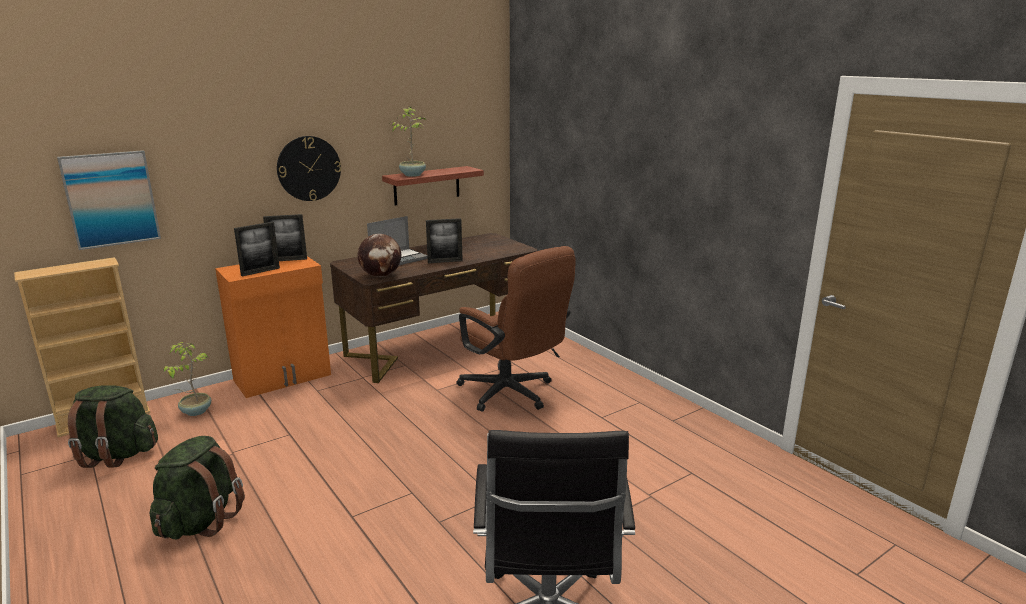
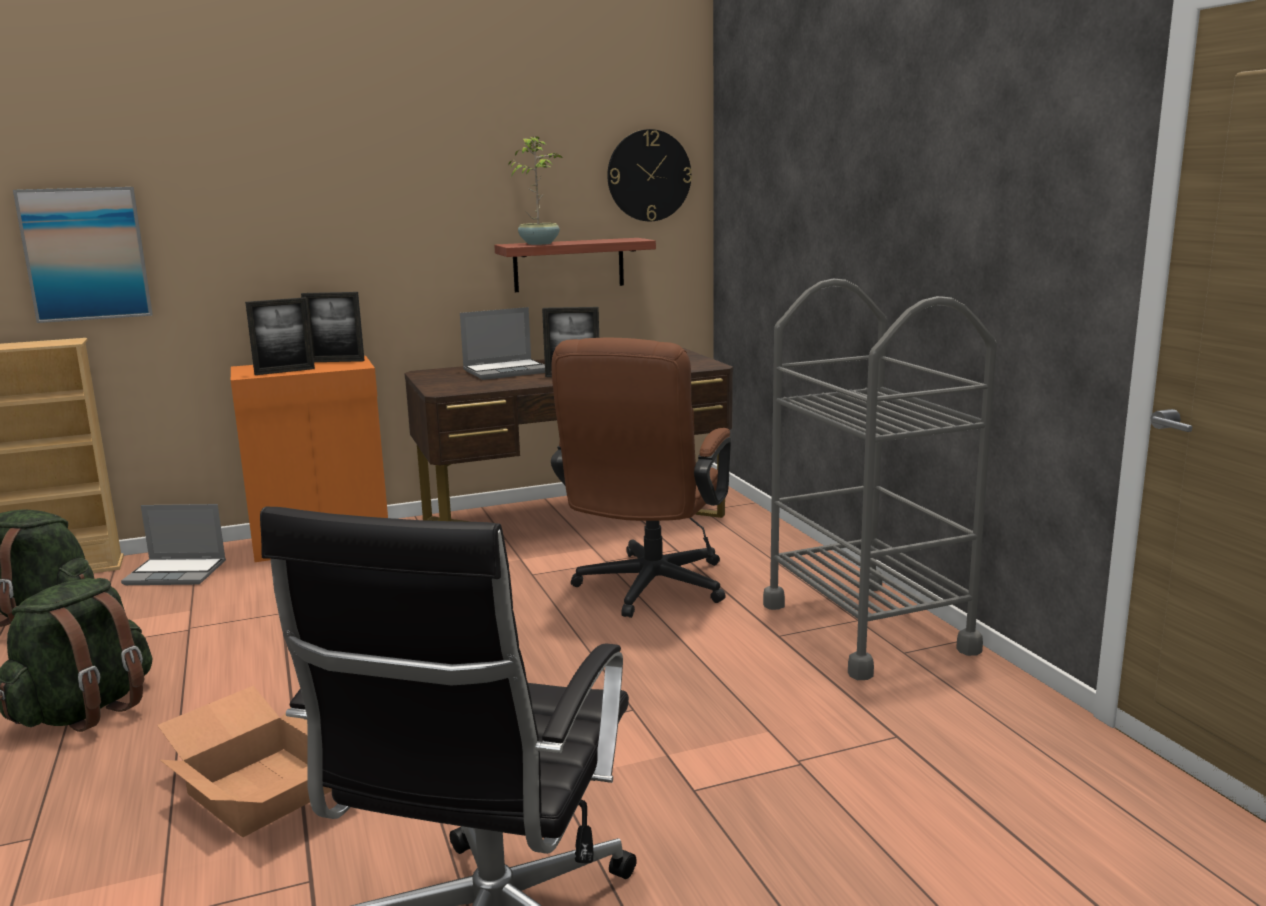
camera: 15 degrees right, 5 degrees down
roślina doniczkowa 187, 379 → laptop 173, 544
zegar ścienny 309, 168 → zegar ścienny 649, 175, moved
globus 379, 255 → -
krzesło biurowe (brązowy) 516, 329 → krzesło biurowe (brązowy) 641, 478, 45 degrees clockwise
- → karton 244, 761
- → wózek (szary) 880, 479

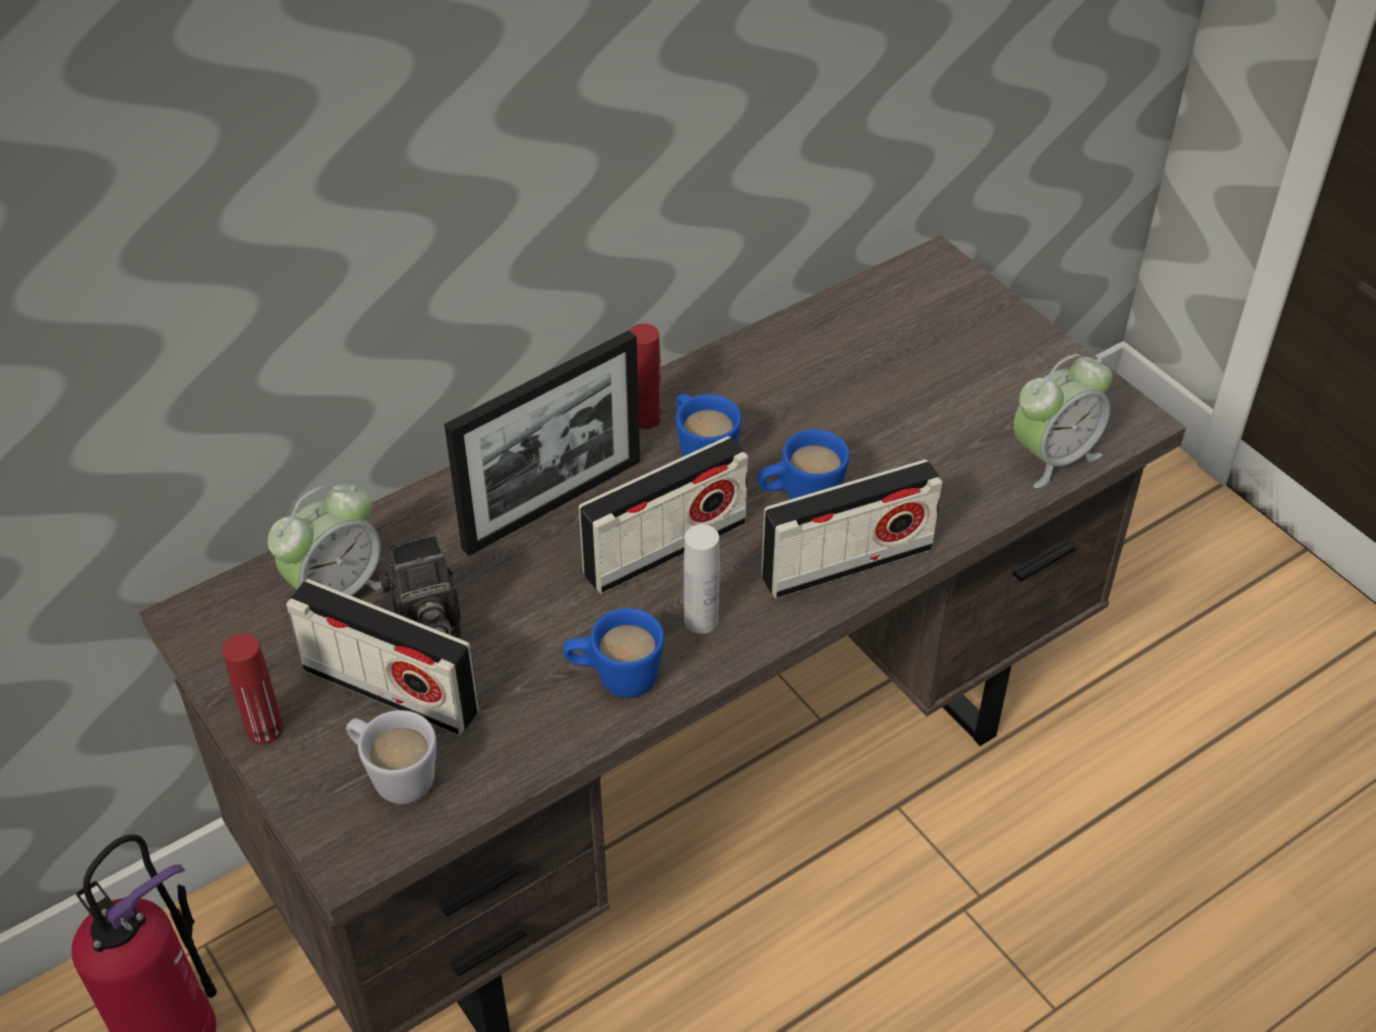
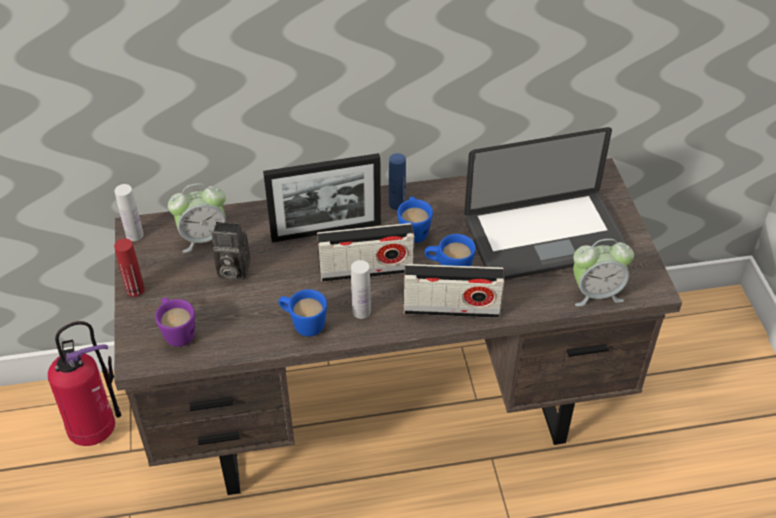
camera: 25 degrees right, 0 degrees up
radio 382, 657 → -
kubek (biały) 391, 757 → kubek (fioletowy) 175, 322
butelka (czerwony) 645, 376 → butelka (niebieski) 397, 181
- → butelka (biały) 129, 212
- → laptop 546, 203

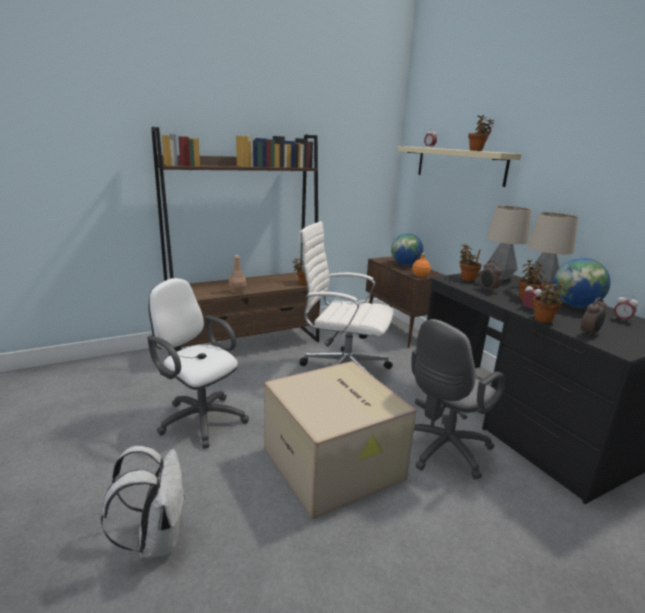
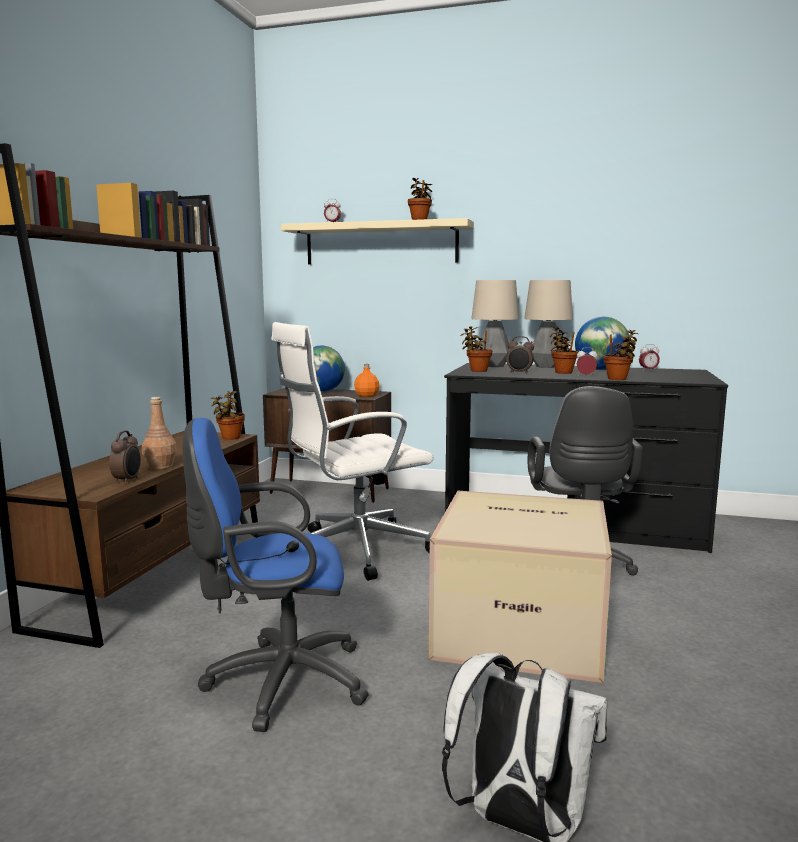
camera: 45 degrees left, 10 degrees down
krzesło biurowe (biały) 198, 363 → krzesło biurowe (niebieski) 275, 575
budzik 594, 317 → budzik 125, 457, moved

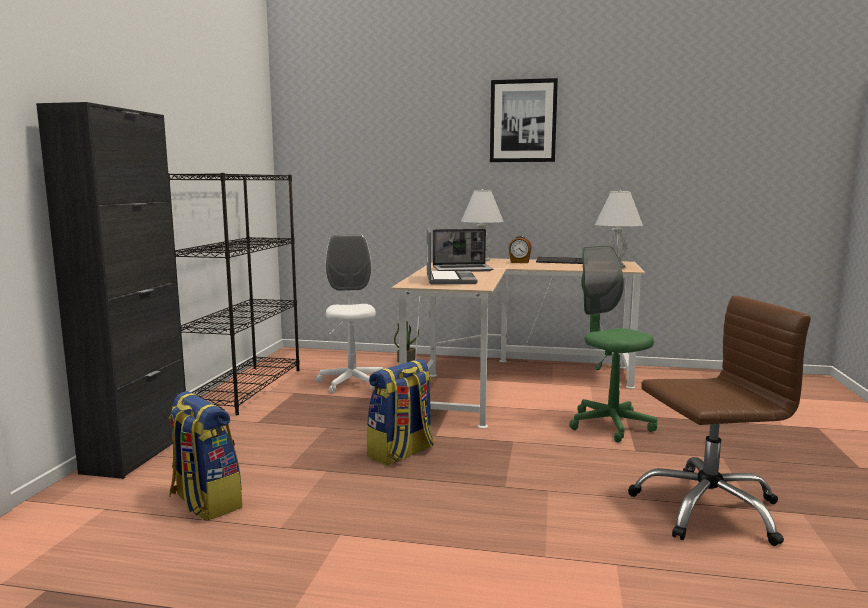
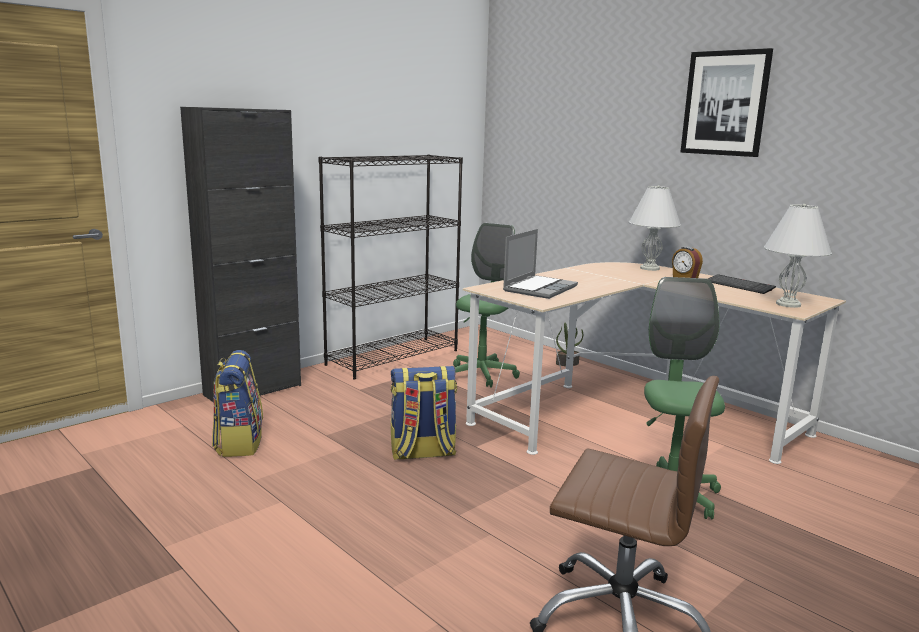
camera: 35 degrees right, 5 degrees up
krzesło biurowe (biały) 349, 314 → krzesło biurowe (zielony) 486, 305
laptop 463, 250 → -

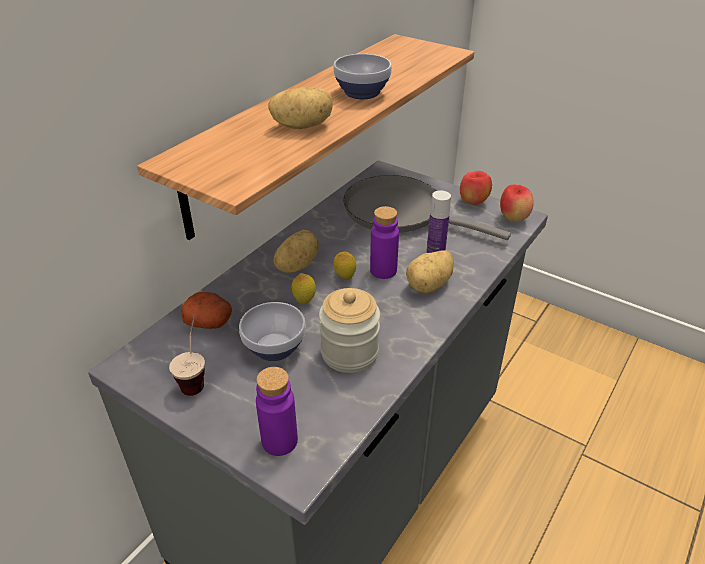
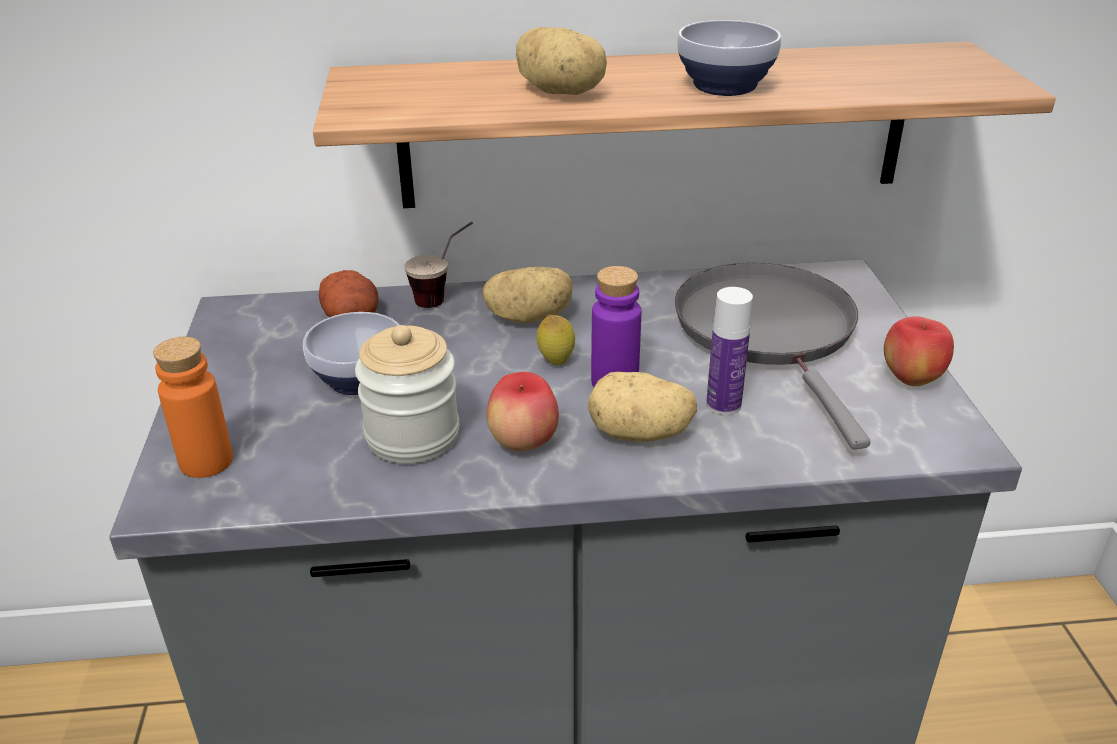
camera: 50 degrees right, 5 degrees down
filiżanka 187, 356 → filiżanka 439, 265, moved
butelka (fioletowy) 277, 411 → butelka (pomarańczowy) 193, 407
cytryna 303, 289 → -
jabłko 517, 203 → jabłko 523, 411, moved

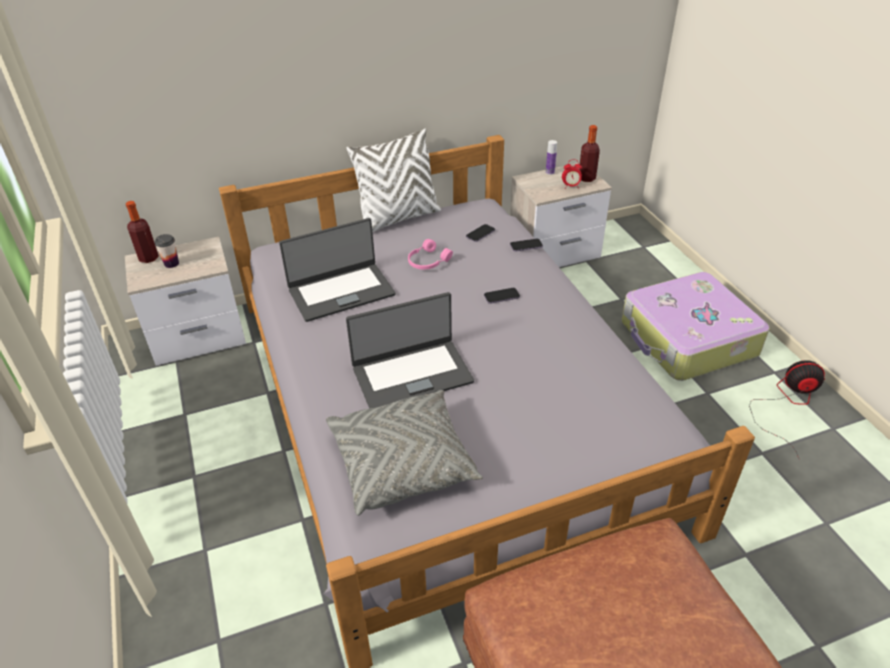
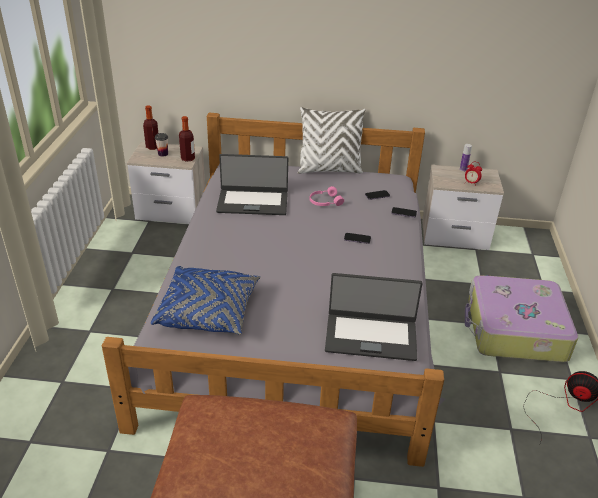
camera: 25 degrees right, 5 degrees down
poduszka (szary) 404, 453 → poduszka (niebieski) 206, 300
laptop 410, 350 → laptop 374, 317, moved
butelka 589, 153 → butelka 187, 139, moved

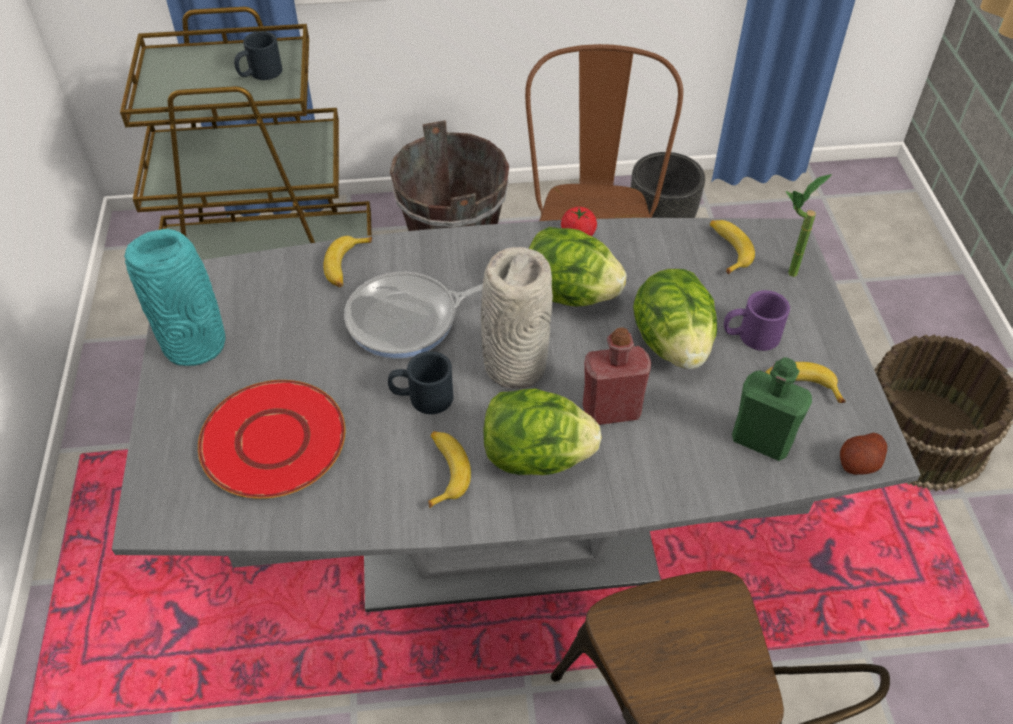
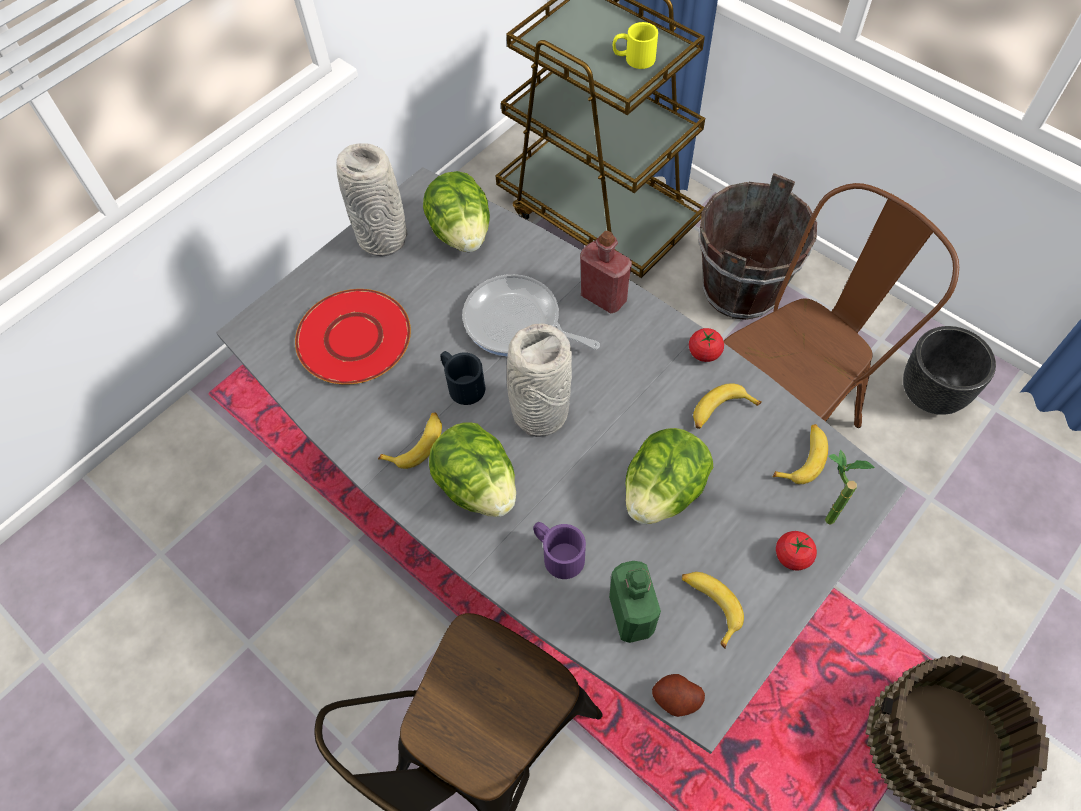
camera: 50 degrees right, 10 degrees up
wazon (turkusowy) 175, 297 → wazon (szary) 371, 200
kubek (czarny) 258, 55 → kubek (żółty) 635, 45
banan 347, 261 → banan 727, 406, moved
sałata 578, 267 → sałata 456, 211, moved
butelka (czerwony) 617, 376 → butelka (czerwony) 606, 272, moved
kubek (fioletowy) 757, 320 → kubek (fioletowy) 559, 550, moved
- → pomidor 796, 551

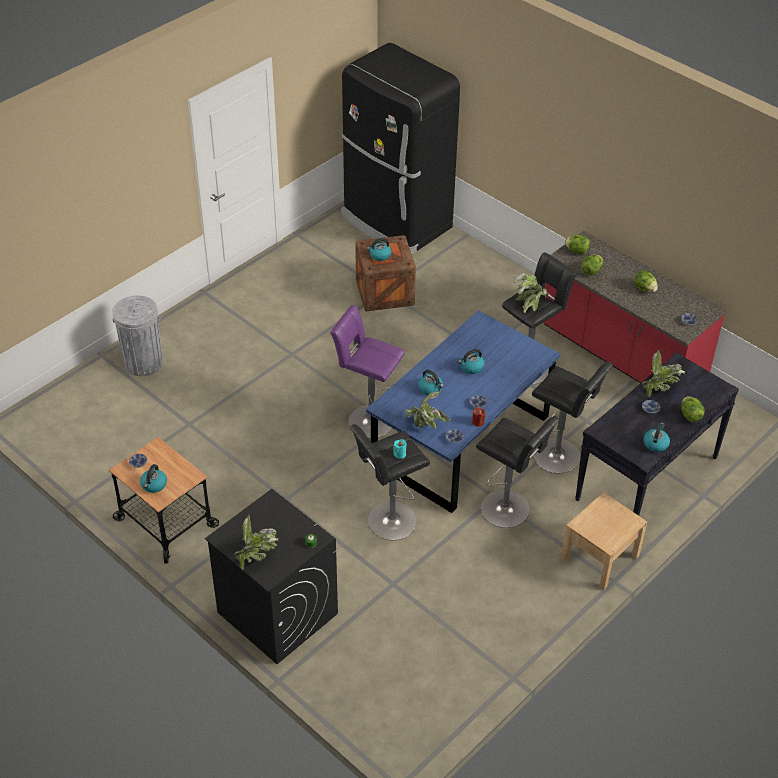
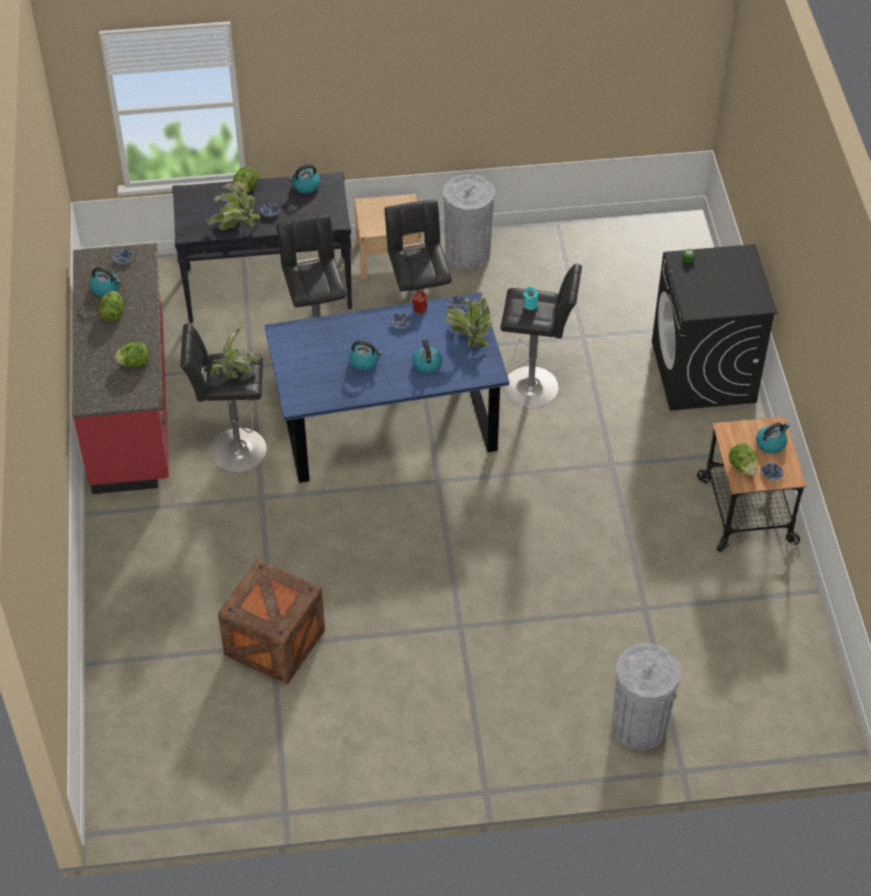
camera: 140 degrees left, 5 degrees up
roślina doniczkowa 256, 542 → -
stołek (fioletowy) 367, 372 → -
lodówka (czarny) 400, 148 → -
czajnik 379, 249 → czajnik 105, 282, moved
sałata 577, 244 → sałata 743, 459, moved
- → kosz na śmieci (szary) 469, 222

